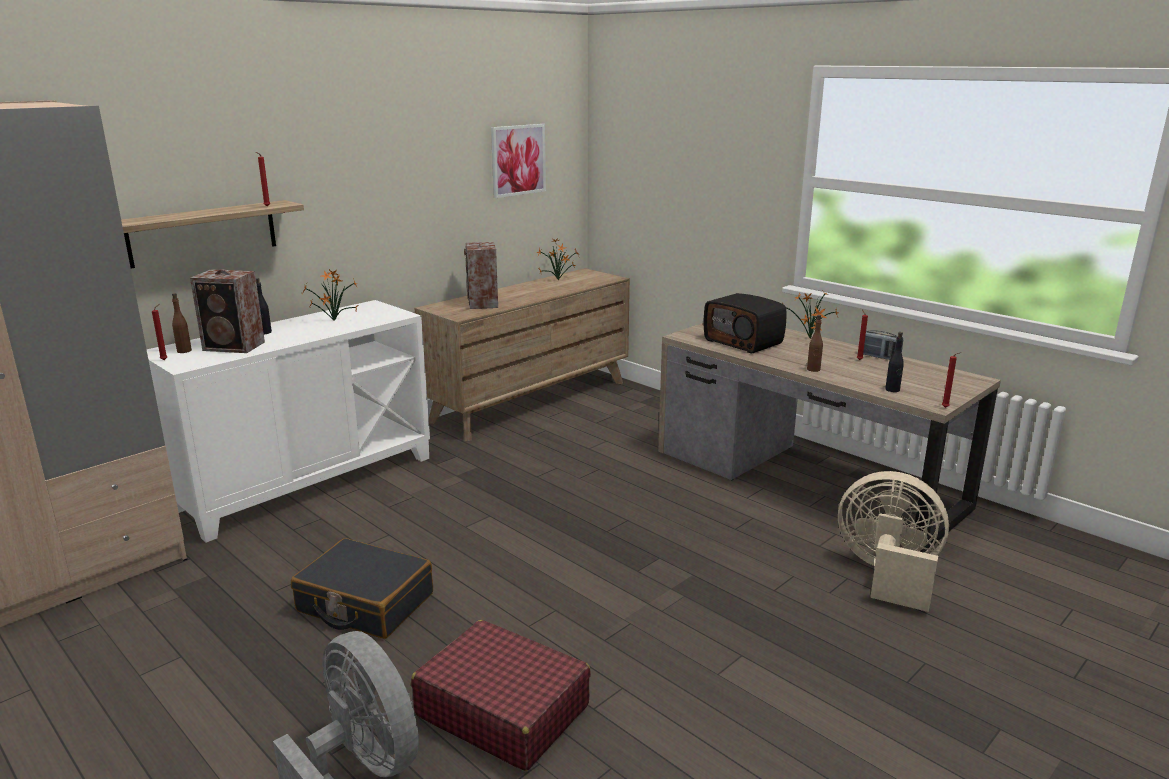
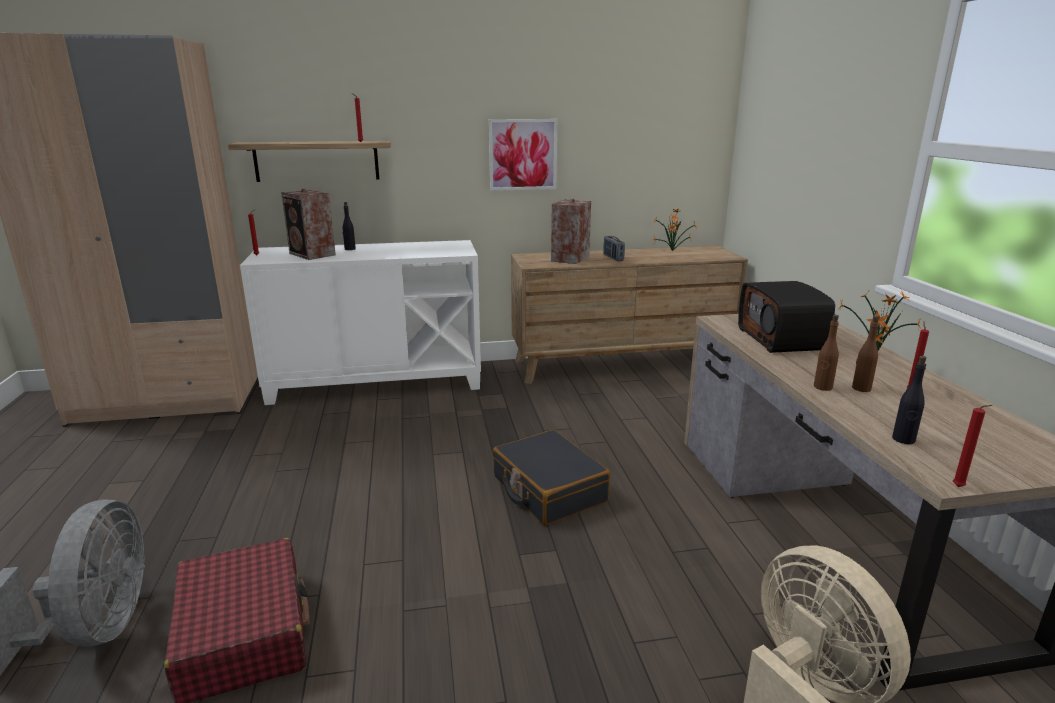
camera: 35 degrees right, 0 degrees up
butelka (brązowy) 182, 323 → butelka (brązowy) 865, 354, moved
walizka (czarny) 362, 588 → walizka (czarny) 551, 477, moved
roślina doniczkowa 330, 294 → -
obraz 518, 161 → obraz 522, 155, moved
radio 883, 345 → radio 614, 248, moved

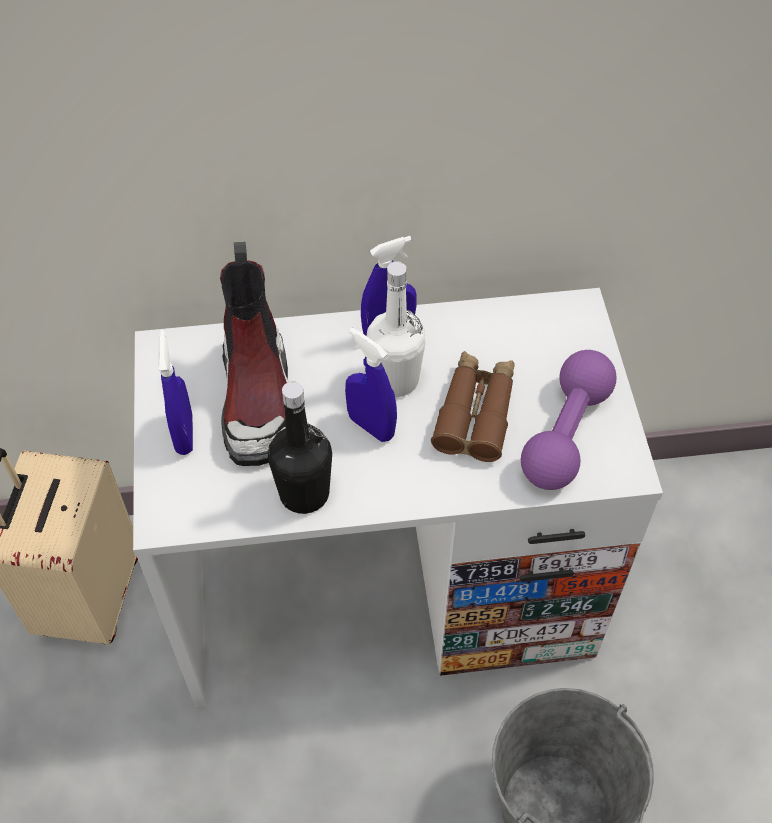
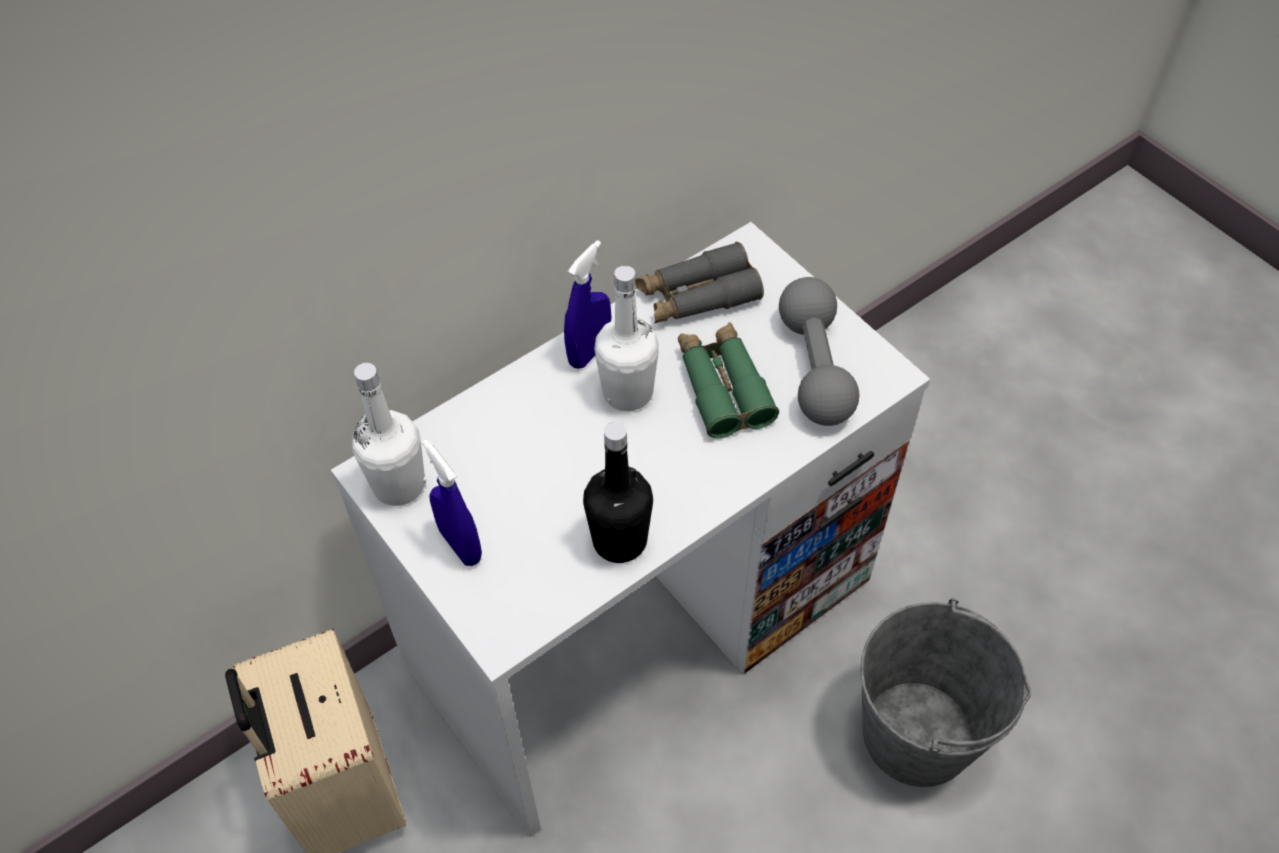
camera: 30 degrees left, 0 degrees up
but z cholewką 254, 353 → -
spryskiwacz (niebieski) 371, 385 → -
lornetka (brązowy) 473, 406 → lornetka (zielony) 728, 380
hantel (fioletowy) 569, 420 → hantel (szary) 819, 351
- → butelka (biały) 389, 434
- → lornetka (szary) 699, 283

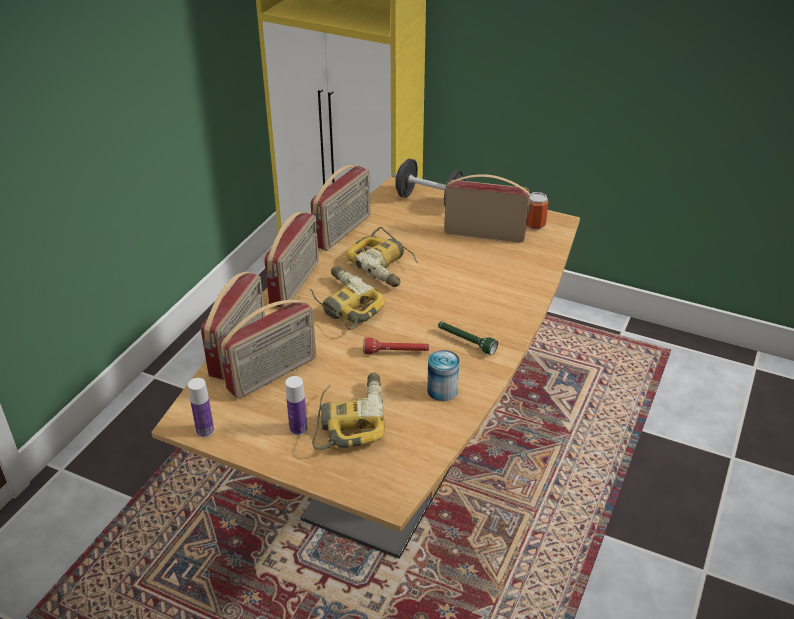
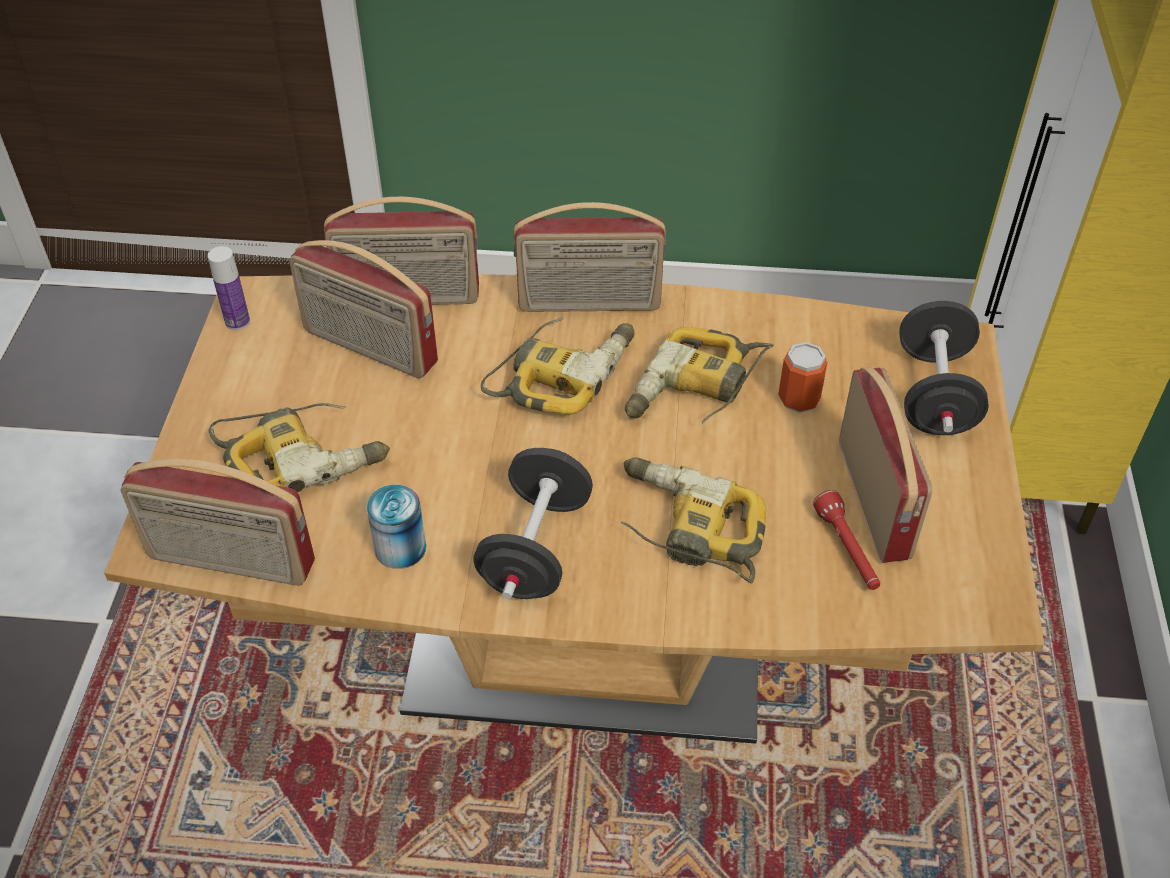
camera: 70 degrees right, 10 degrees up
butelka 296, 405 → -
radio 340, 207 → radio 218, 522, moved
latarka (czerwony) 396, 346 → latarka (czerwony) 846, 540, moved
latarka (zielony) 468, 338 → hantel (czarny) 533, 523
puszka 537, 211 → puszka 803, 377, moved
- → wiertarka 693, 520

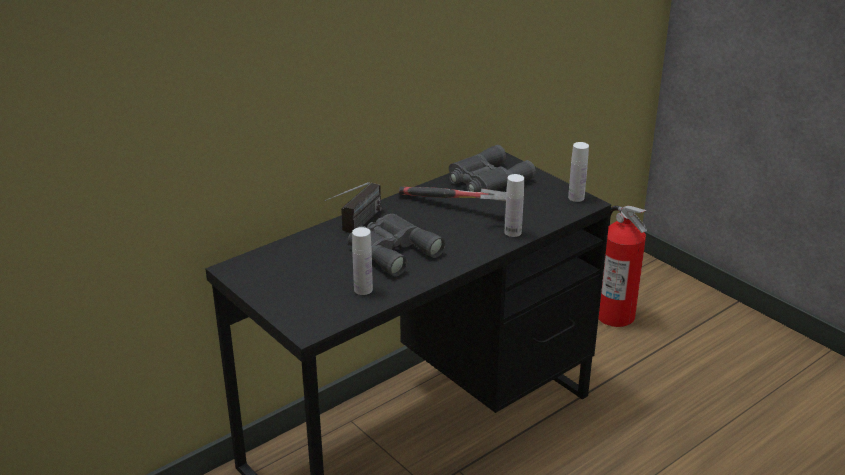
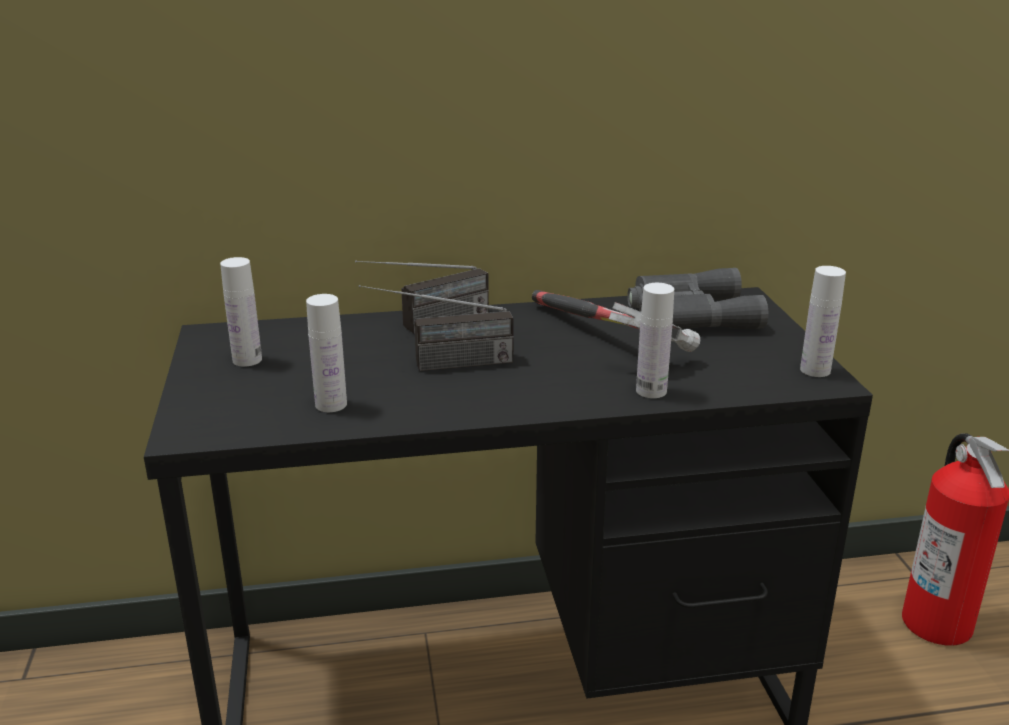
camera: 30 degrees right, 5 degrees down
lornetka (szary) 397, 245 → radio 436, 328
- → butelka (biały) 241, 311

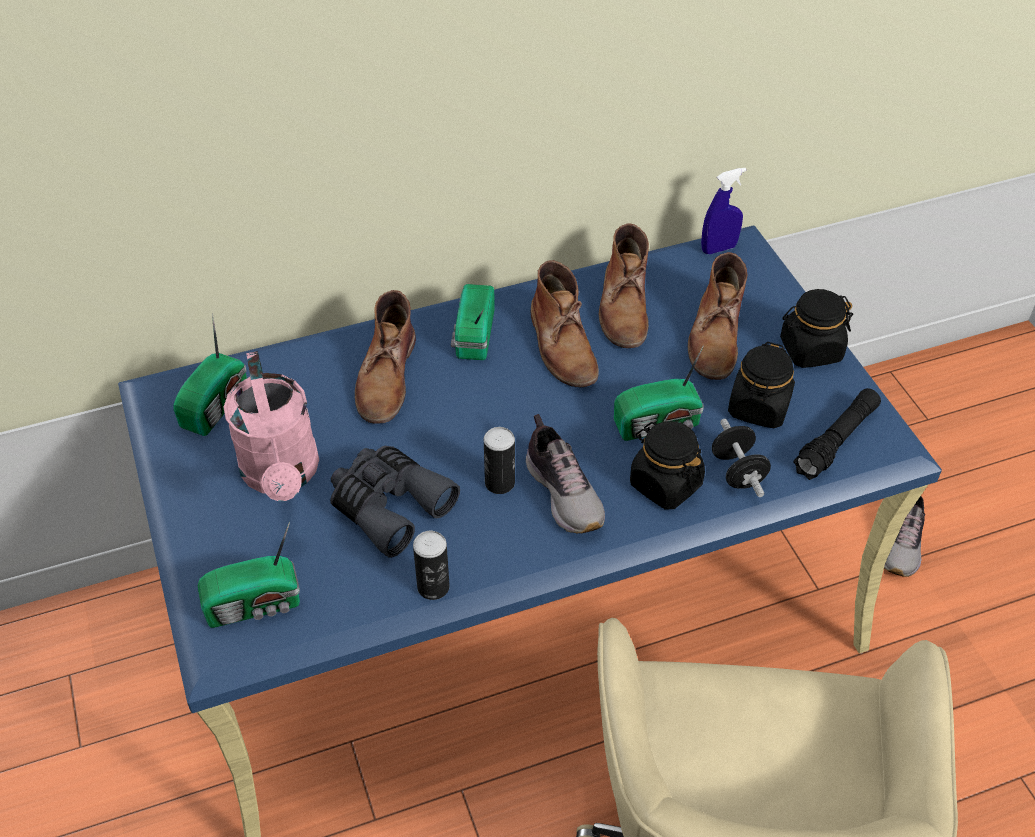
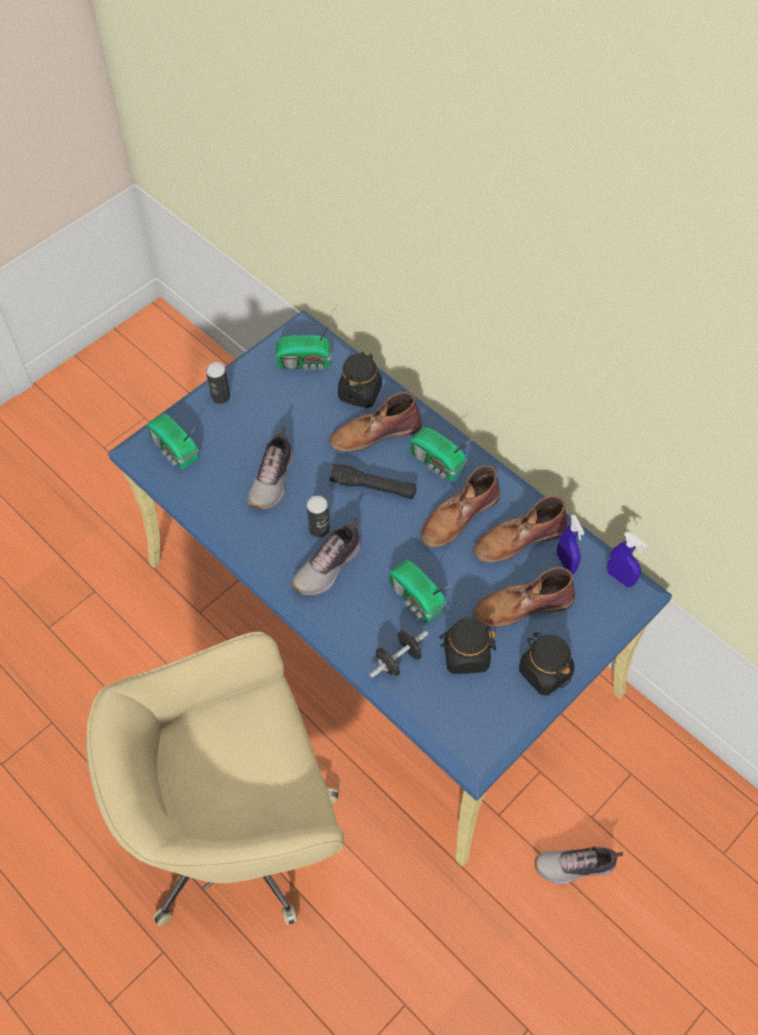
camera: 65 degrees right, 10 degrees up
konewka (różowy) 271, 426 → -
lornetka (szary) 395, 502 → but 270, 468
puszka 431, 565 → puszka 218, 383, moved
radio 473, 322 → radio 441, 454, 120 degrees counterclockwise
słoik (czarny) 667, 465 → słoik (czarny) 360, 380, moved
latarka (czarny) 837, 434 → latarka (czarny) 372, 481, moved
- → spryskiwacz (niebieski) 571, 544

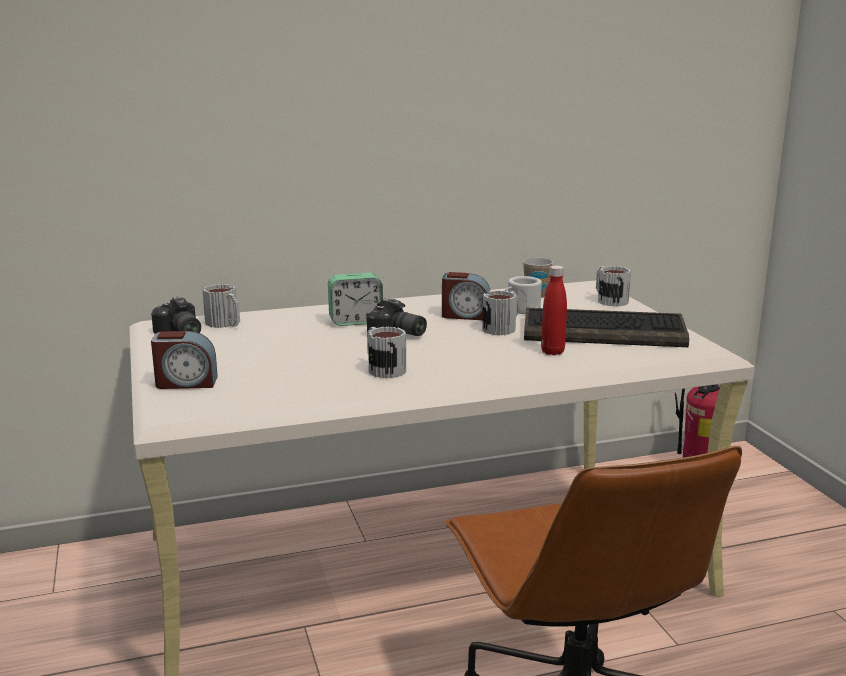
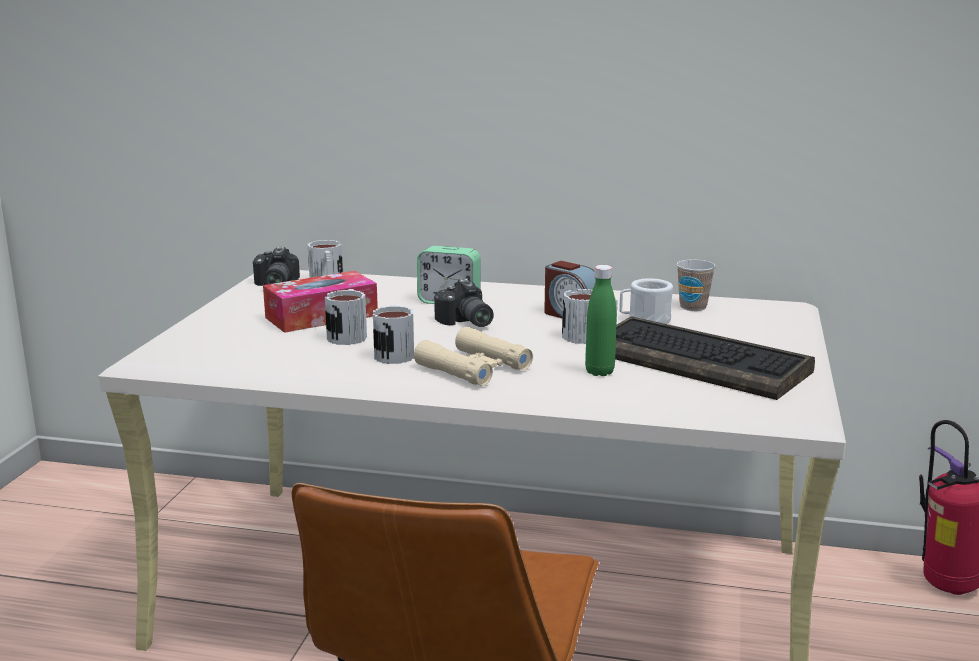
camera: 30 degrees right, 0 degrees up
budzik 184, 360 → -
butelka (czerwony) 554, 310 → butelka (zielony) 601, 320
kubek 613, 286 → kubek 346, 317, moved
- → pudełko chusteczek 320, 302
- → lornetka (beżowy) 473, 356

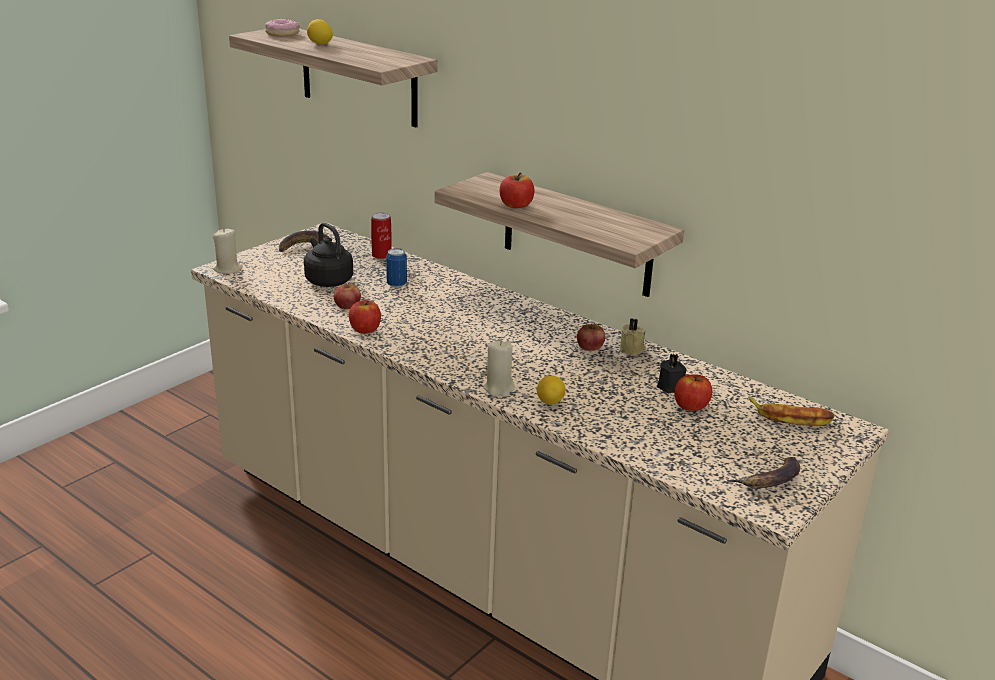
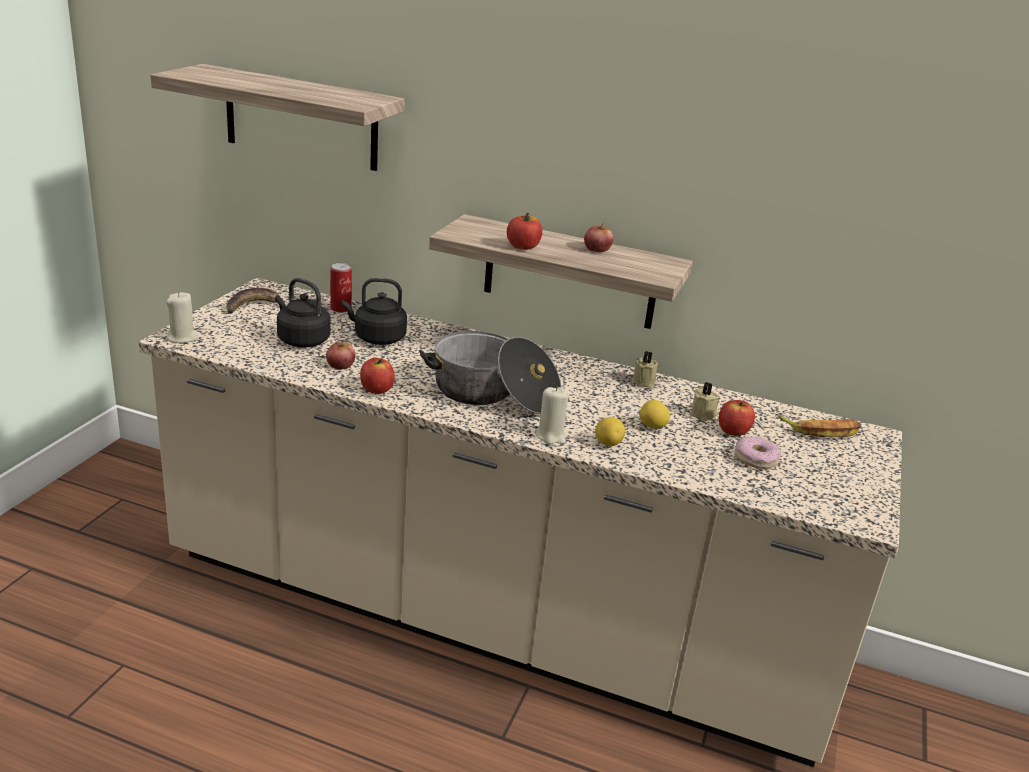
camera: 20 degrees left, 0 degrees up
donut 282, 28 → donut 758, 452, moved
cytryna 320, 32 → cytryna 655, 414, moved
puszka 396, 268 → czajnik (czarny) 374, 311
jabłko 591, 337 → jabłko 598, 237, moved
świeca (czarny) 672, 373 → świeca (beżowy) 705, 401
banan 763, 472 → -
- → garnek 490, 372

